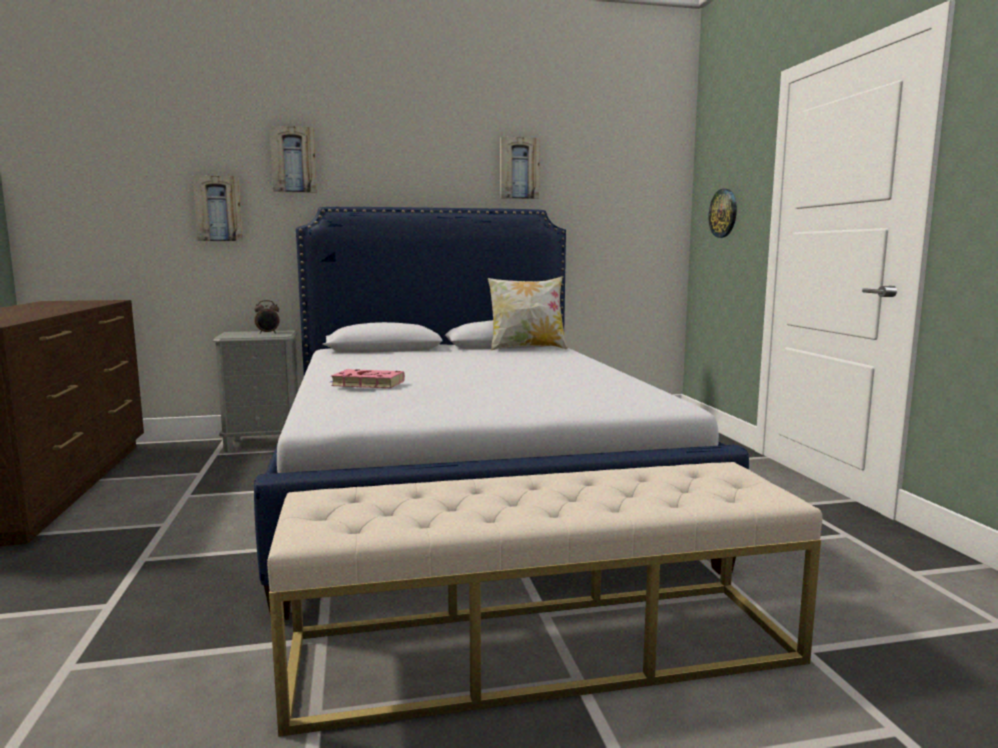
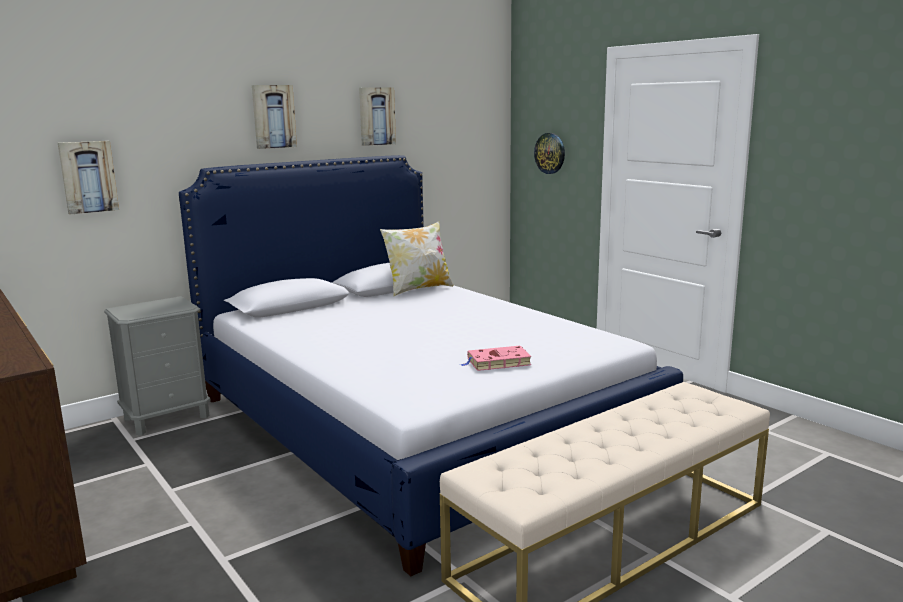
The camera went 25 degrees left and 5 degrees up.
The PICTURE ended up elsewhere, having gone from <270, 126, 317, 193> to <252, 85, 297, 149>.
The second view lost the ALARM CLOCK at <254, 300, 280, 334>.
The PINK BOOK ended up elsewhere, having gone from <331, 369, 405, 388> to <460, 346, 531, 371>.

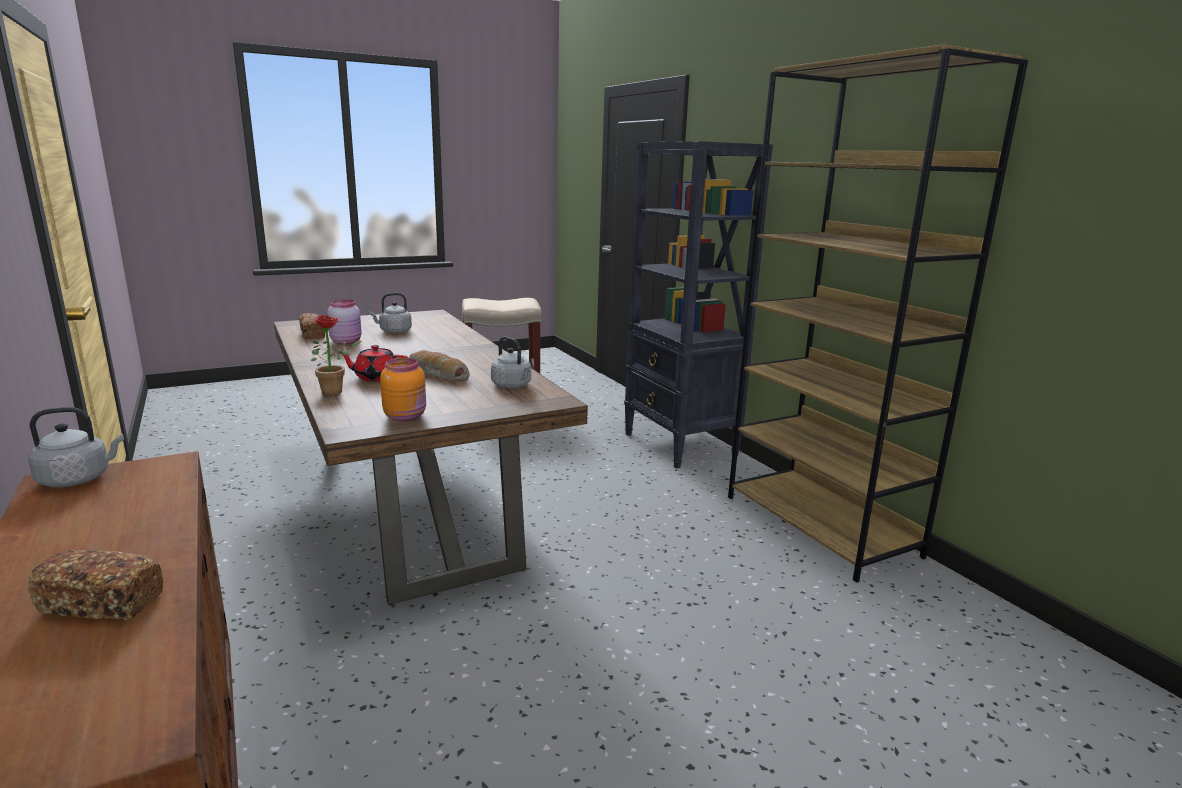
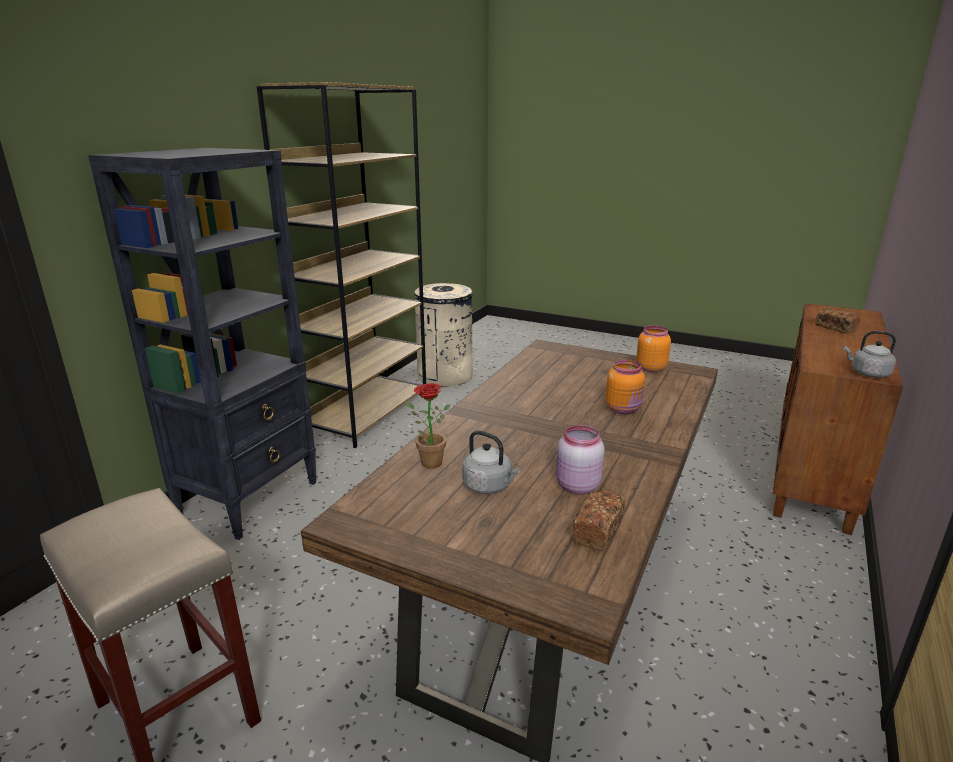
The camera went 125 degrees left and 5 degrees up.
The POTTED PLANT ended up elsewhere, having gone from <311, 315, 361, 396> to <406, 383, 450, 469>.
The second view lost the GREY KETTLE at <491, 336, 532, 388>.
Where the RED TEAPOT stood at <338, 345, 408, 382>, the ORANGE JAR came to stand at <605, 360, 645, 414>.
The second view lost the BREAD at <409, 350, 470, 381>.
The second view gained the BEIGE TRASH CAN at <414, 283, 473, 387>.

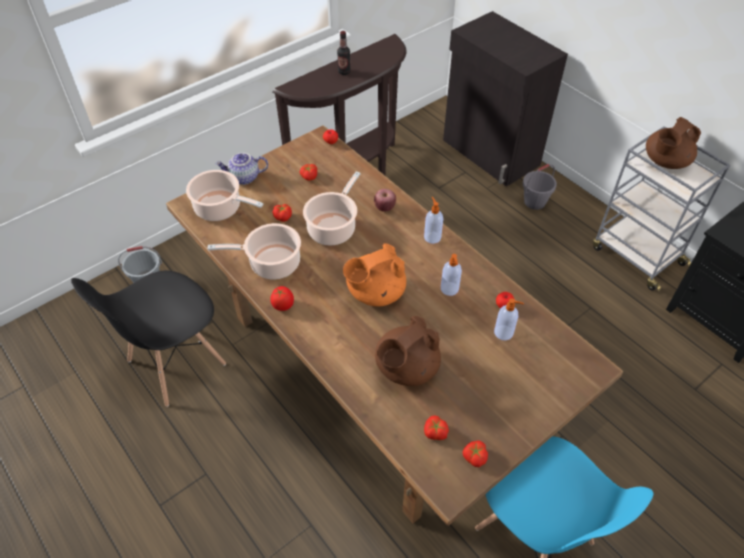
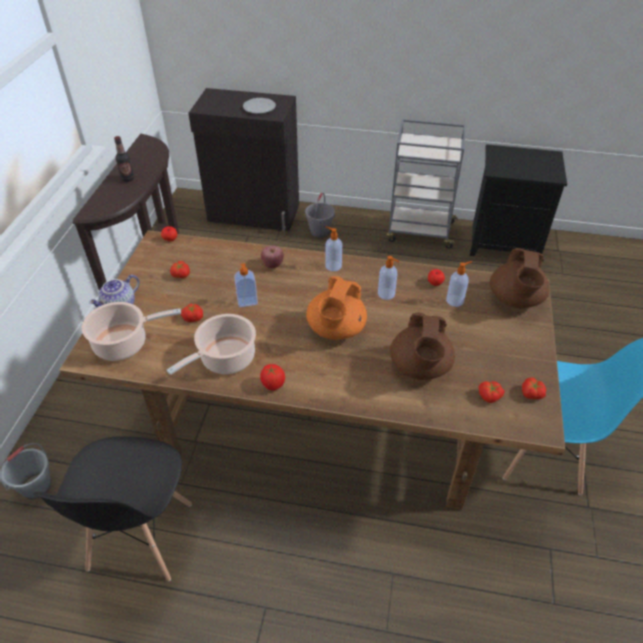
The camera went 40 degrees left and 5 degrees down.
The BROWN TEAPOT ended up elsewhere, having gone from <646, 117, 701, 169> to <490, 248, 550, 308>.
Where the COOKING POT stood at <303, 171, 361, 245>, the SOAP DISPENSER came to stand at <234, 263, 258, 307>.
The second view gained the PLATE at <243, 98, 276, 114>.

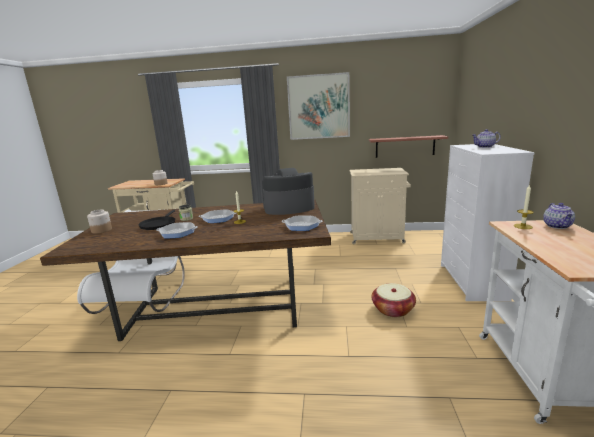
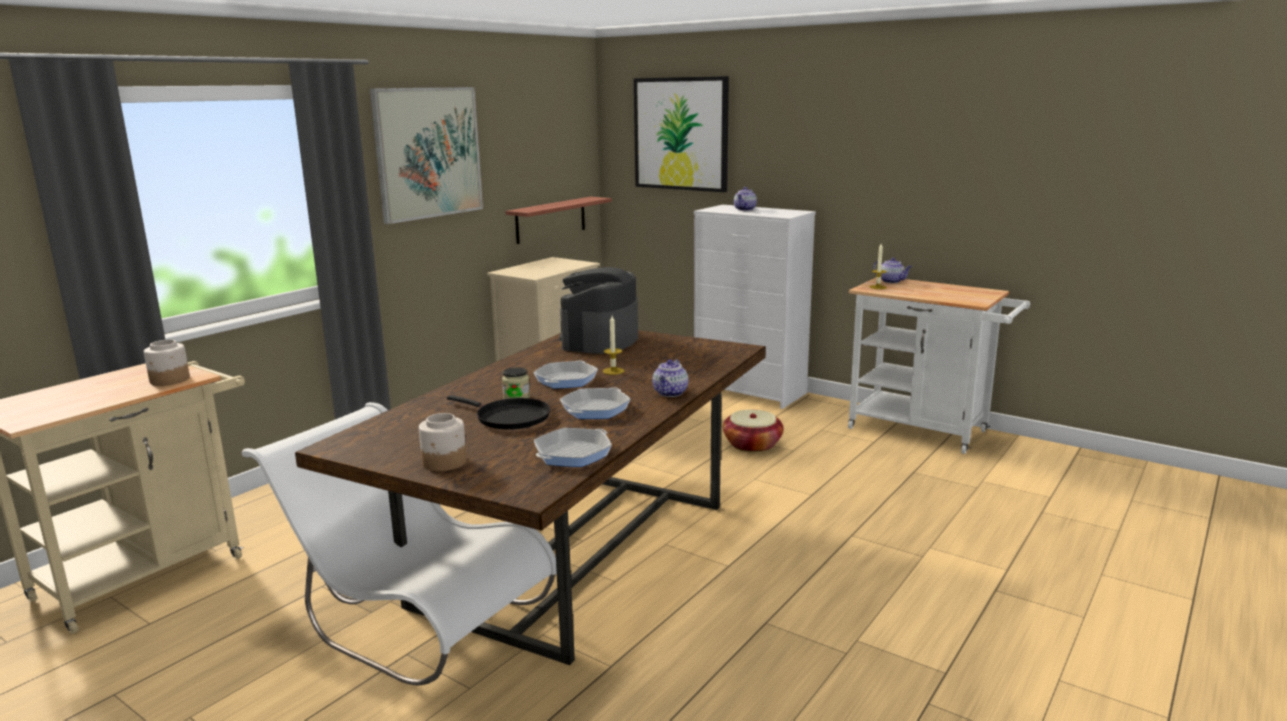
The camera went 60 degrees left and 0 degrees up.
The FRYING PAN ended up elsewhere, having gone from <282, 216, 322, 231> to <534, 428, 612, 467>.
The second view gained the PICTURE at <634, 76, 729, 192>.
The second view gained the TEAPOT at <652, 359, 688, 397>.

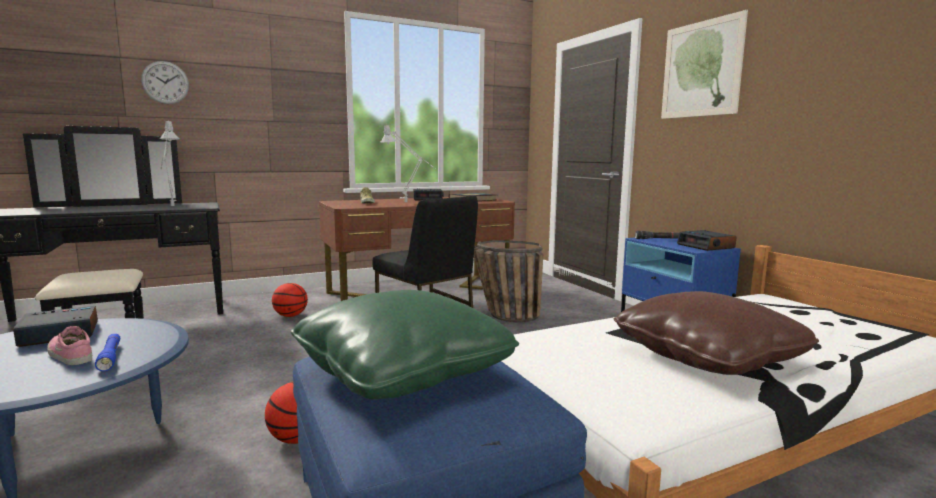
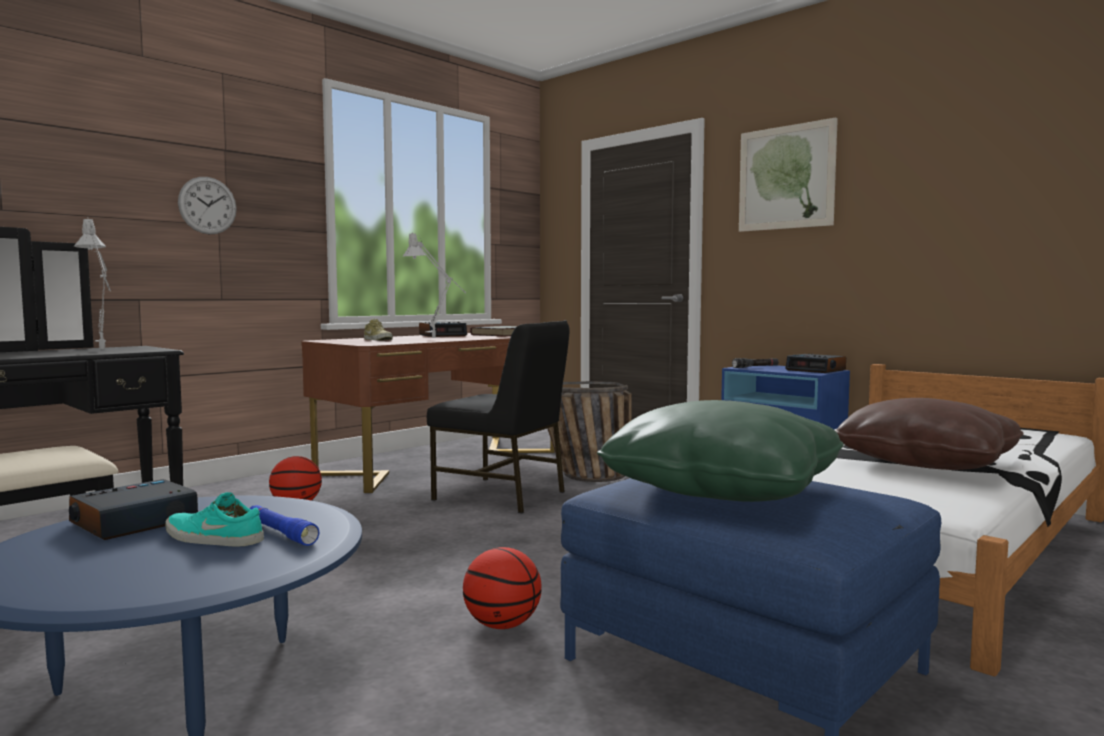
The camera went 20 degrees left and 5 degrees down.
The WALL CLOCK ended up elsewhere, having gone from <141, 61, 189, 104> to <178, 177, 237, 234>.
What was the PINK SHOE at <47, 326, 92, 365> turned into the TURQUOISE SHOE at <165, 492, 264, 547>.

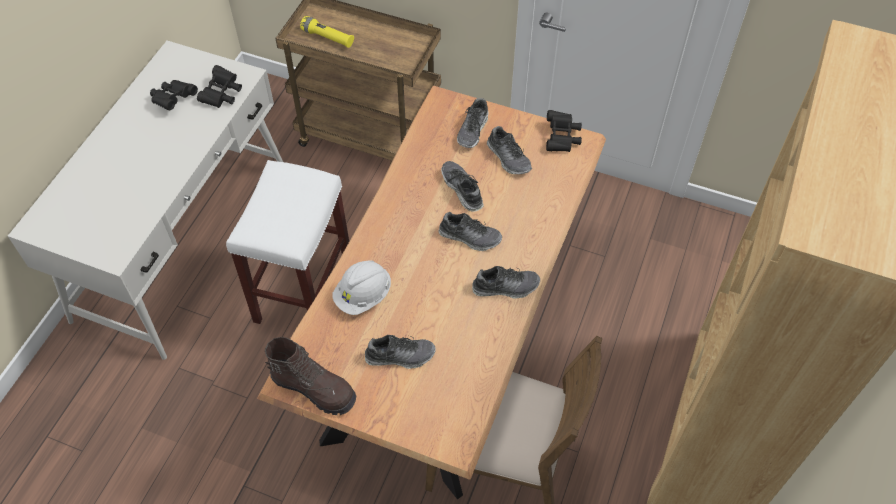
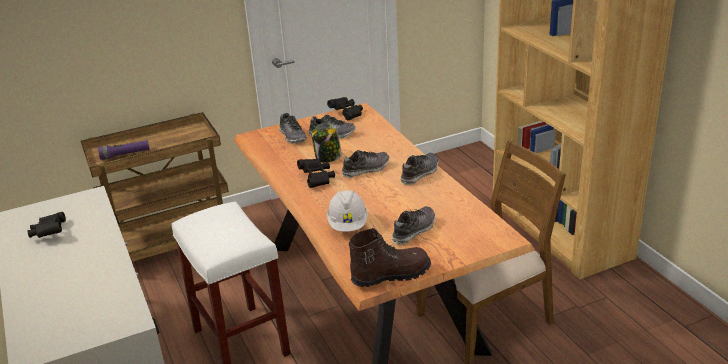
The camera went 45 degrees left and 25 degrees down.
What was the YELLOW FLASHLIGHT at <300, 16, 354, 48> turned into the PURPLE FLASHLIGHT at <98, 140, 150, 160>.
The BLACK BINOCULARS ended up elsewhere, having gone from <197, 65, 242, 108> to <297, 159, 335, 188>.
Where the SHOE stood at <441, 161, 484, 212>, the JAR came to stand at <311, 123, 342, 163>.

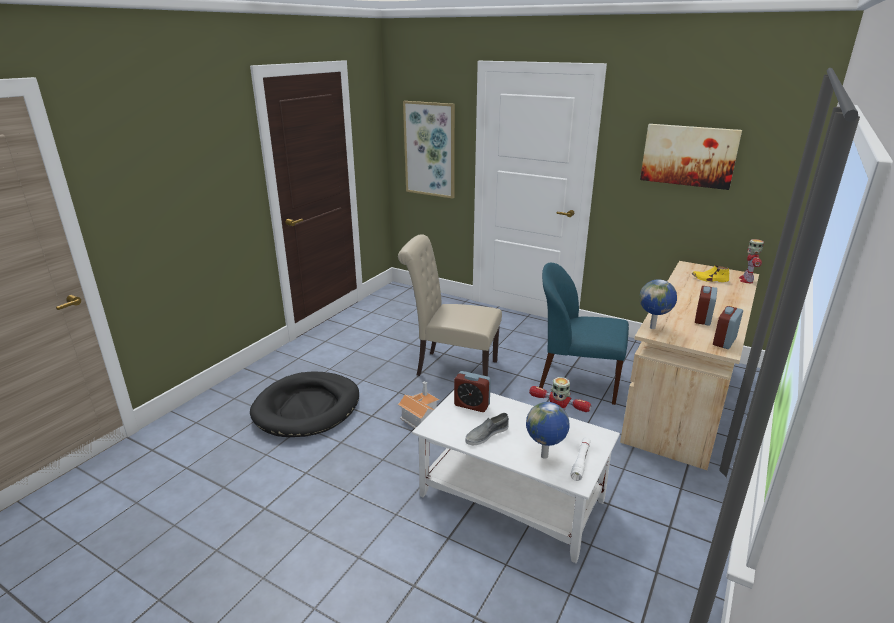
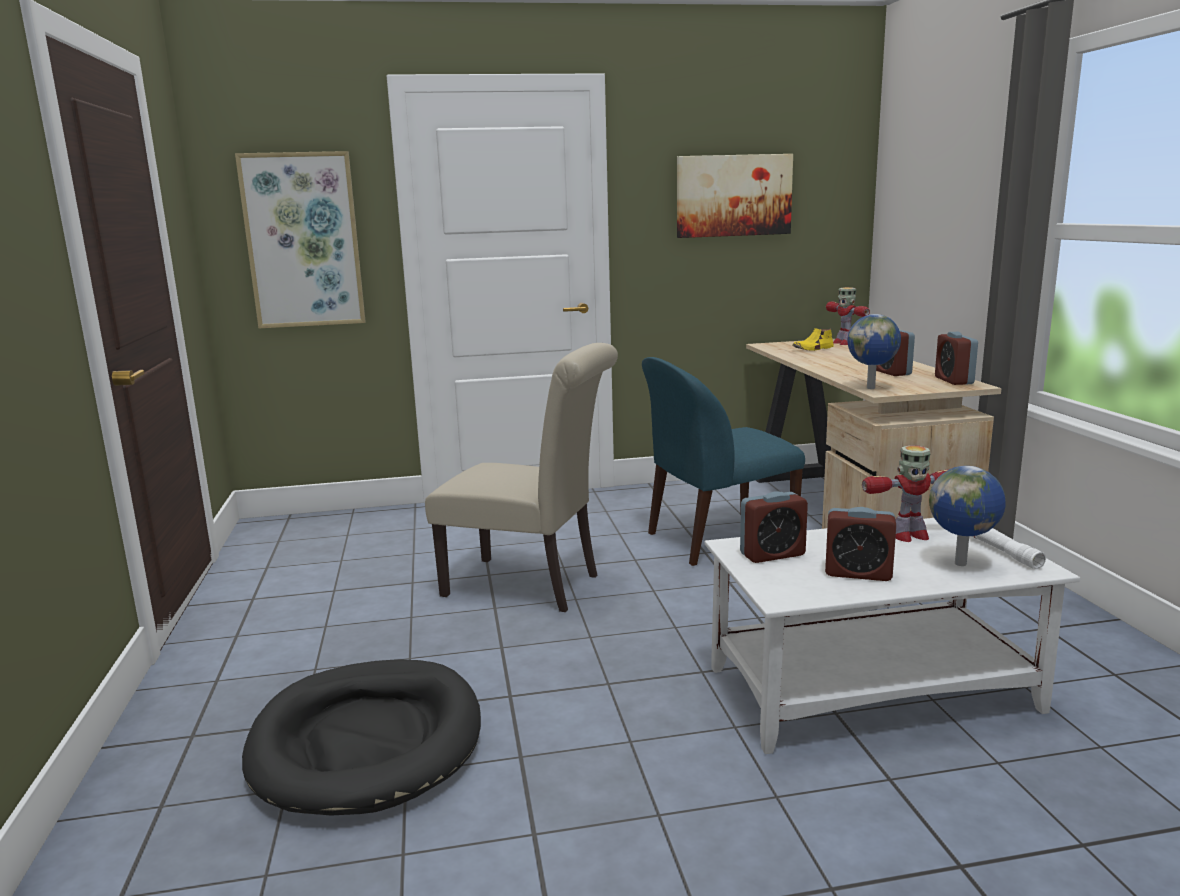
The camera went 40 degrees left and 10 degrees down.
The BEIGE CHAIR at <398, 234, 502, 377> ended up facing another way, 135 degrees counterclockwise from before.
The second view lost the TOY HOUSE at <397, 381, 439, 428>.
Where the GREY SHOE stood at <465, 413, 509, 445>, the ALARM CLOCK came to stand at <825, 507, 896, 581>.

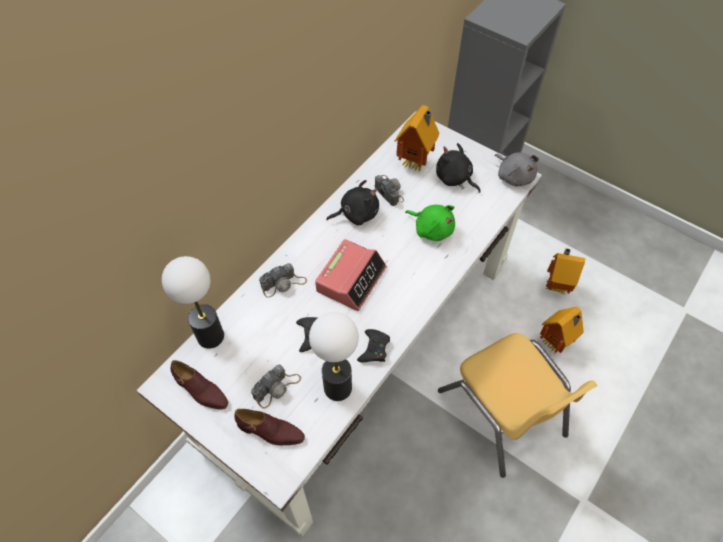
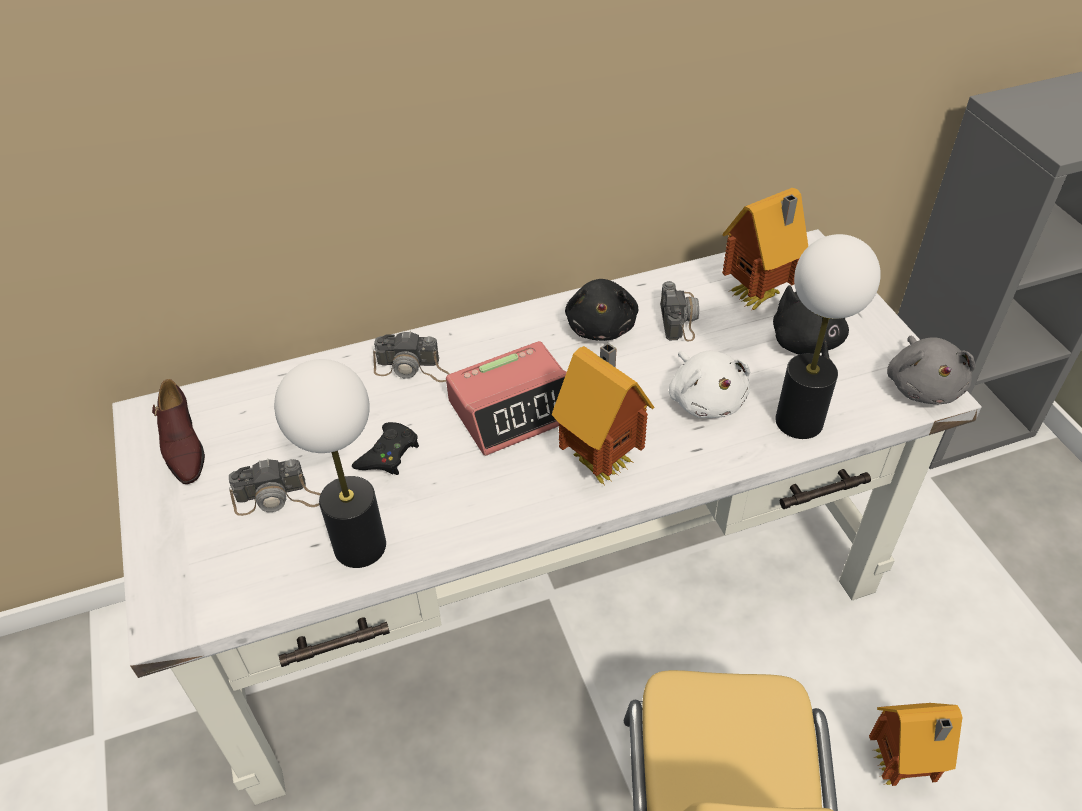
The camera went 35 degrees right and 10 degrees down.
The BLACK PLUSH TOY at <326, 180, 379, 225> ended up facing another way, 75 degrees clockwise from before.
What was the GREEN PLUSH TOY at <405, 205, 455, 241> turned into the WHITE PLUSH TOY at <669, 351, 750, 418>.
The TOY HOUSE ended up elsewhere, having gone from <546, 248, 585, 294> to <552, 343, 654, 485>.
The TABLE LAMP ended up elsewhere, having gone from <162, 256, 224, 349> to <775, 234, 881, 439>.
The second view lost the BLACK GAME CONTROLLER at <357, 329, 390, 362>.
The second view lost the BROWN SHOE at <234, 409, 305, 445>.

